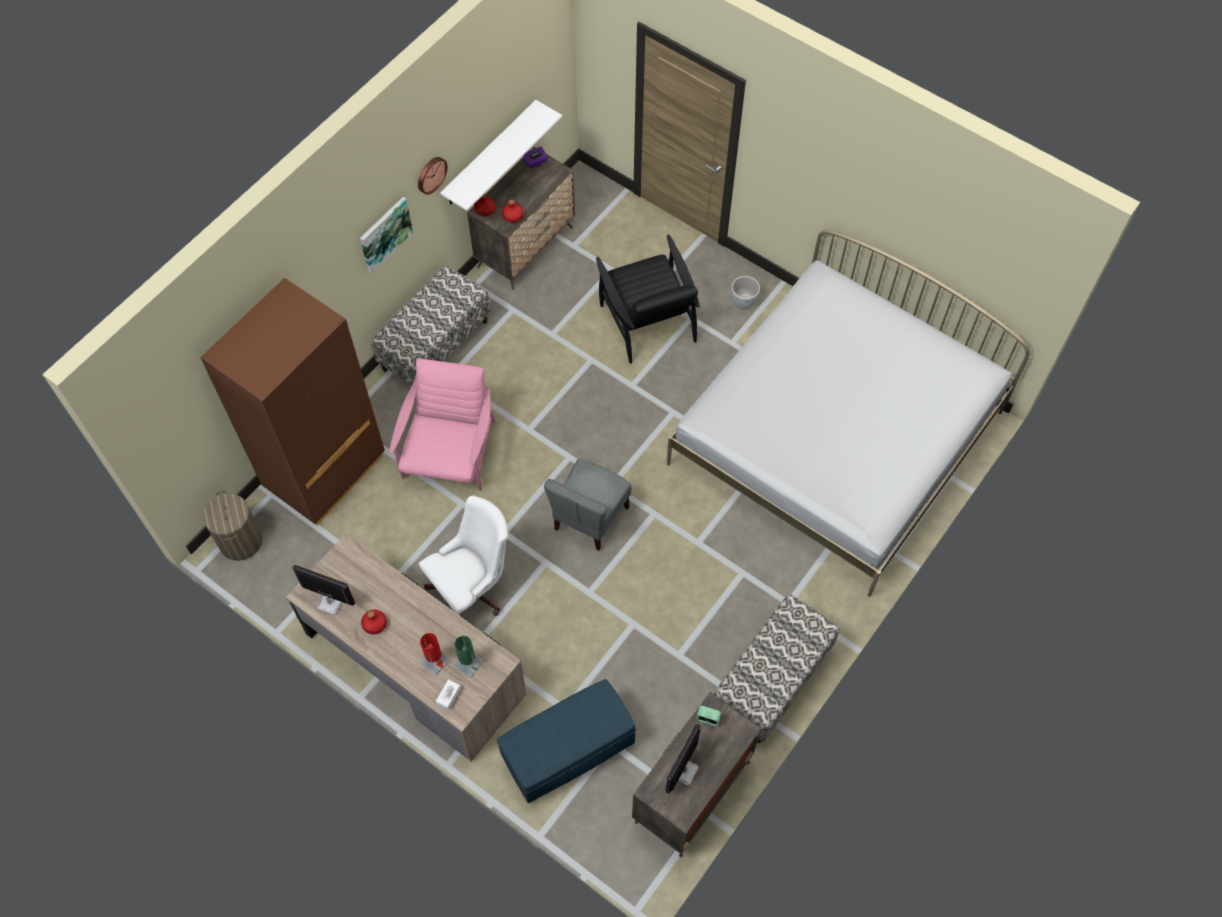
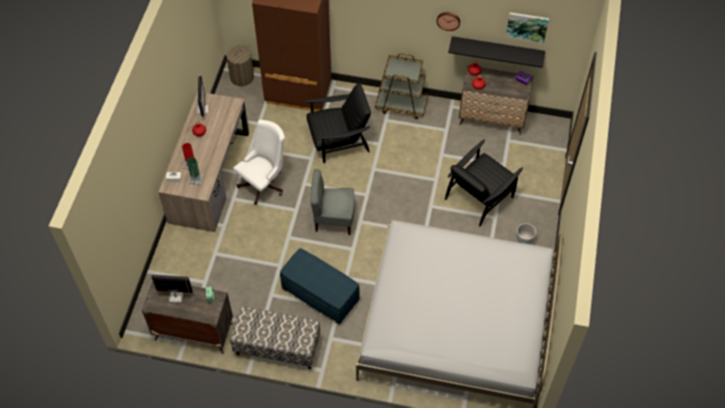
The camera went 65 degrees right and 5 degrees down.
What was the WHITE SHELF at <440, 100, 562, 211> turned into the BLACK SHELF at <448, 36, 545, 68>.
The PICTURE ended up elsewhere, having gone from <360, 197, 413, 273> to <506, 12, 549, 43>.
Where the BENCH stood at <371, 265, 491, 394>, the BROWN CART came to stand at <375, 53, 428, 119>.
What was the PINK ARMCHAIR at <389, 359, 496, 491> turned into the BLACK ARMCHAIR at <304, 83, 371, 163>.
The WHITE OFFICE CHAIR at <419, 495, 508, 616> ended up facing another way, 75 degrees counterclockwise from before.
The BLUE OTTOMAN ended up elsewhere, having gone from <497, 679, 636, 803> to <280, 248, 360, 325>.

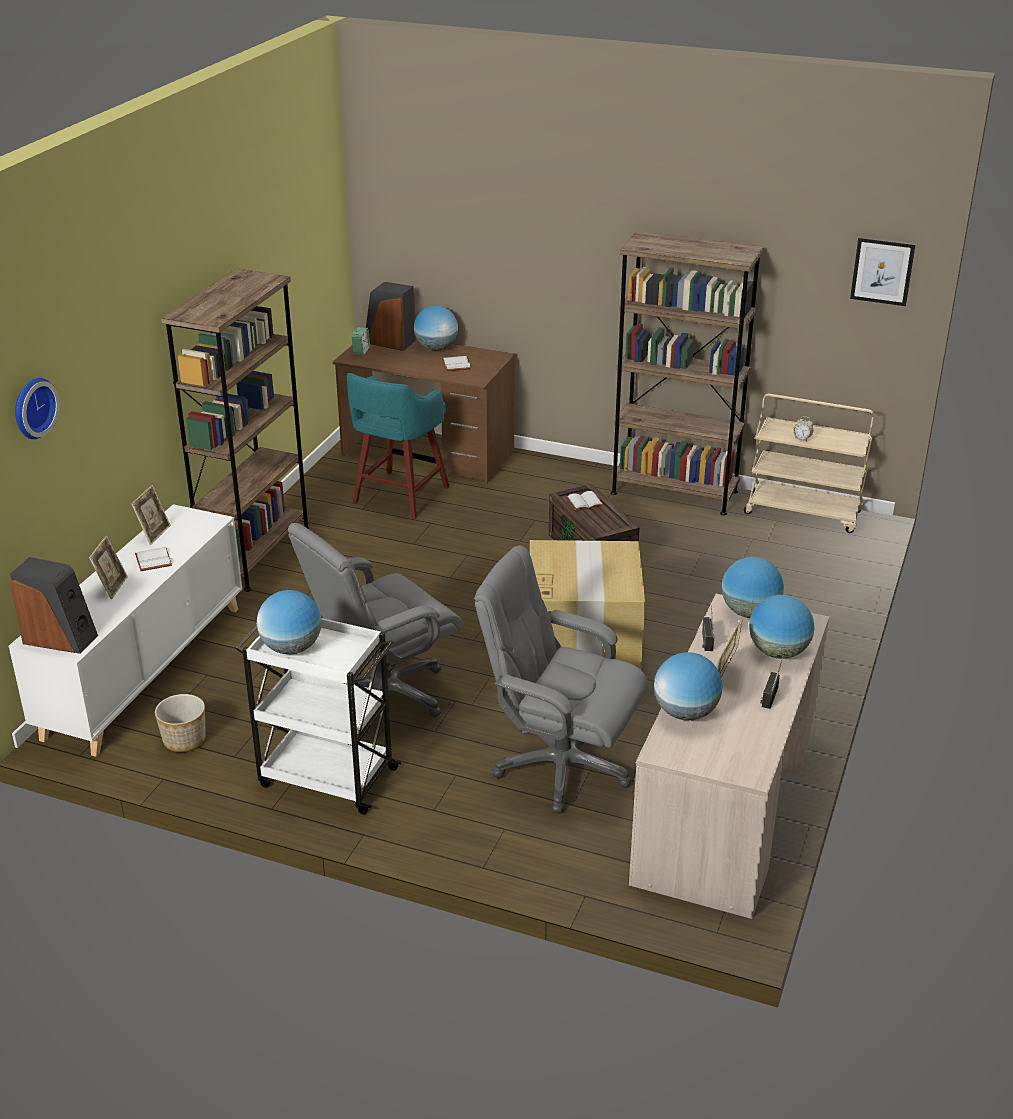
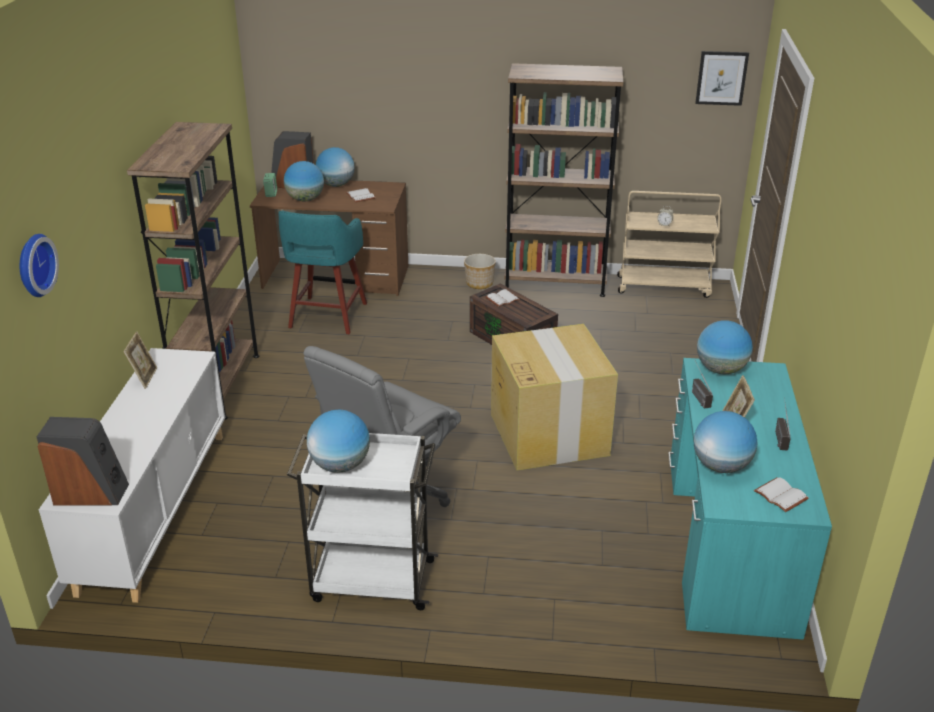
The camera went 15 degrees left and 0 degrees up.
The second view lost the PICTURE FRAME at <89, 536, 128, 599>.
The second view lost the GREY OFFICE CHAIR at <474, 545, 648, 813>.
The WHITE BOOK ended up elsewhere, having gone from <135, 547, 172, 571> to <754, 477, 809, 512>.
What was the BEIGE DESK at <629, 594, 829, 919> turned into the TURQUOISE DESK at <669, 358, 832, 640>.
The GLOBE ended up elsewhere, having gone from <749, 595, 814, 659> to <284, 161, 324, 202>.
The PLANTER ended up elsewhere, having gone from <155, 694, 206, 752> to <464, 254, 496, 289>.

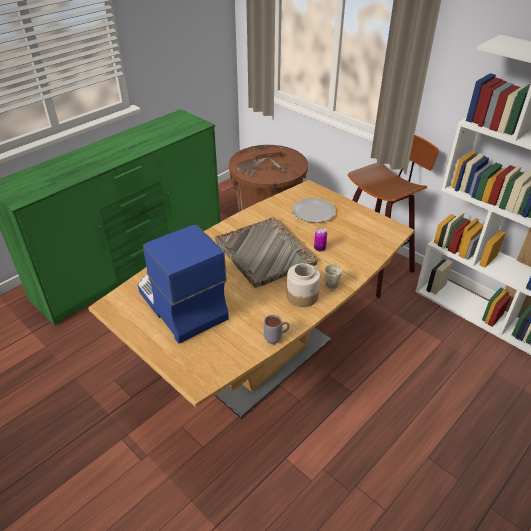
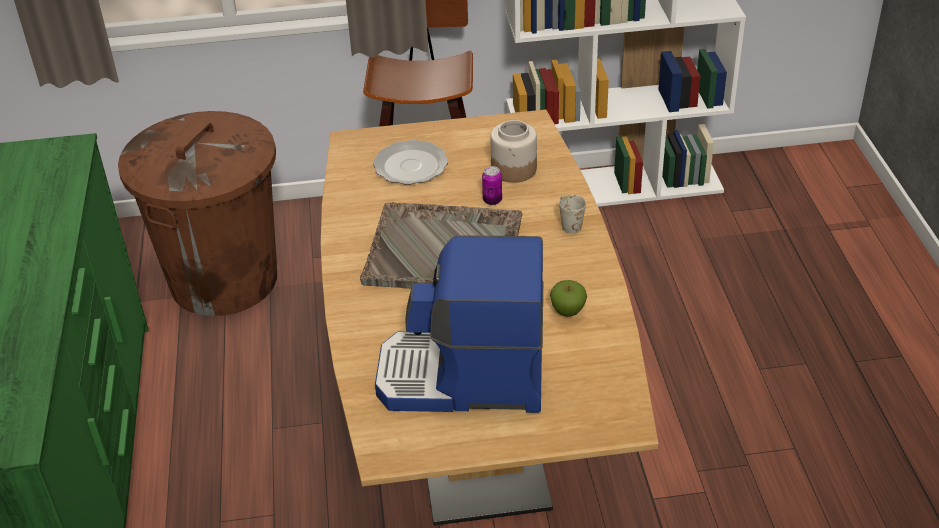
The camera went 50 degrees left and 0 degrees up.
The JAR ended up elsewhere, having gone from <286, 263, 320, 307> to <490, 120, 537, 183>.
The second view lost the GREY MUG at <264, 315, 289, 344>.
The second view gained the APPLE at <550, 280, 587, 317>.

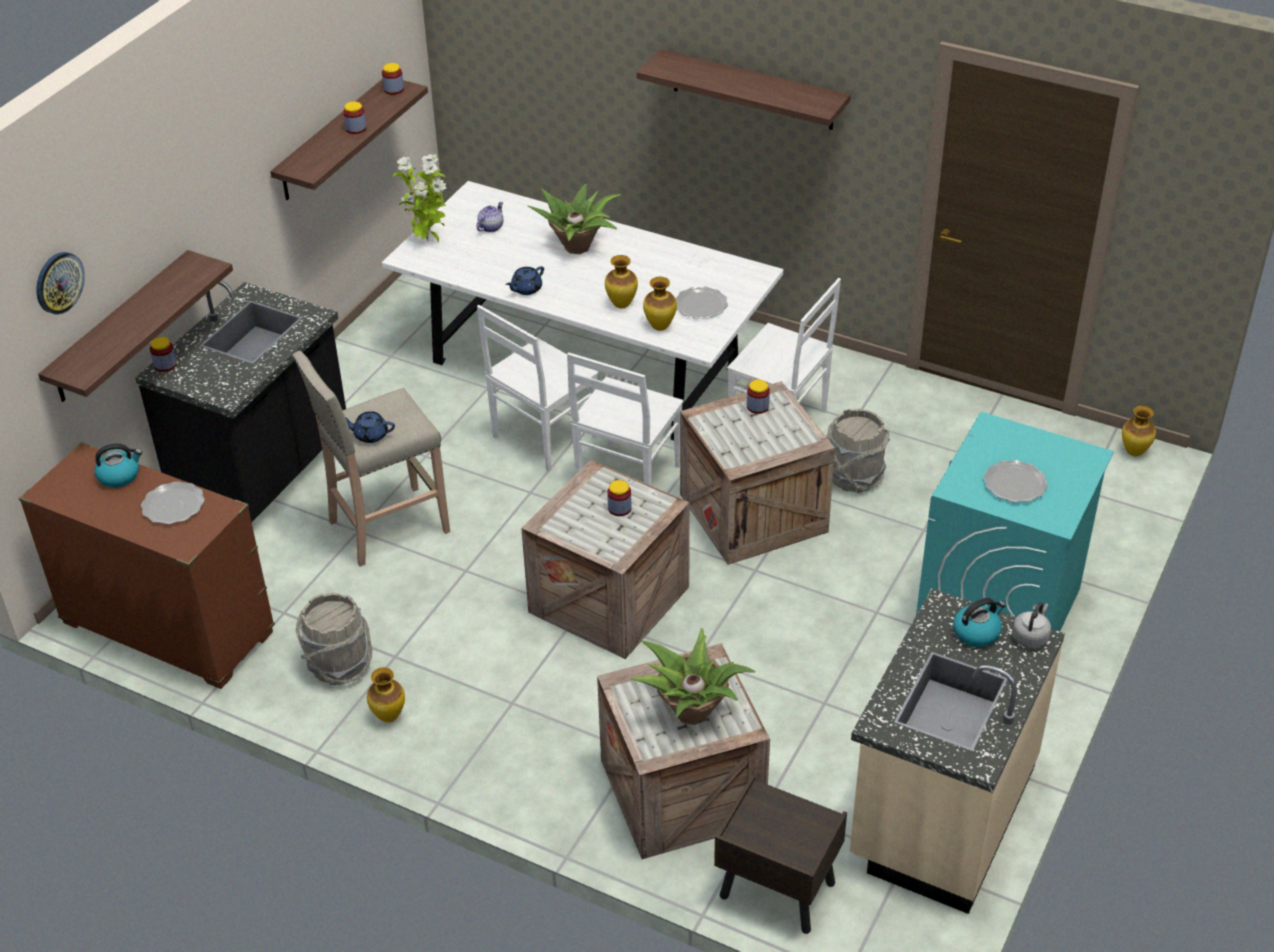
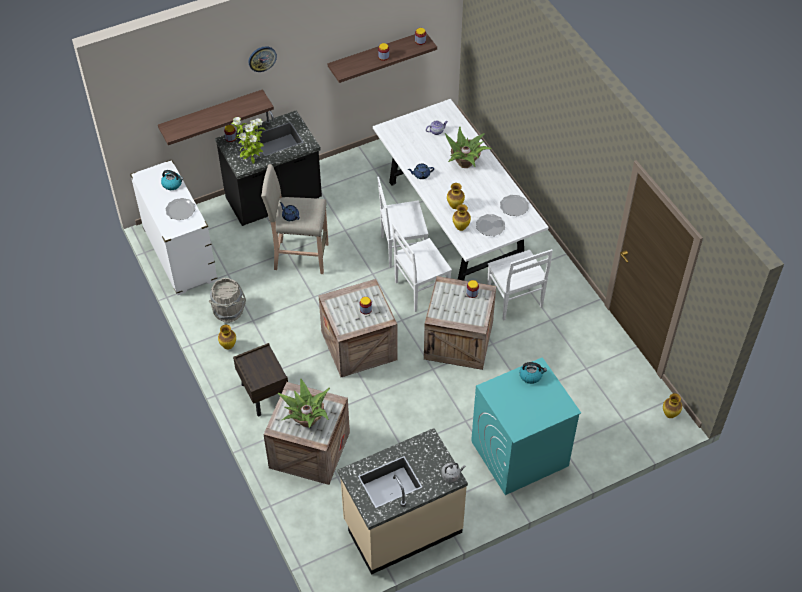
The camera went 35 degrees right and 10 degrees up.
The second view lost the SHELF at <637, 49, 851, 130>.
The POTTED PLANT ended up elsewhere, having gone from <392, 154, 446, 242> to <232, 117, 266, 164>.
The WALL CLOCK ended up elsewhere, having gone from <36, 252, 85, 314> to <249, 46, 277, 72>.
The second view lost the GREY BUCKET at <826, 409, 890, 493>.
What was the BROWN DRESSER at <19, 442, 275, 689> turned into the WHITE DRESSER at <130, 160, 217, 295>.
The PLATE ended up elsewhere, having gone from <983, 460, 1048, 503> to <500, 195, 529, 216>.
The KETTLE ended up elsewhere, having gone from <953, 598, 1006, 647> to <519, 362, 547, 384>.
The BROWN NIGHTSTAND ended up elsewhere, having gone from <714, 775, 847, 934> to <233, 343, 288, 416>.

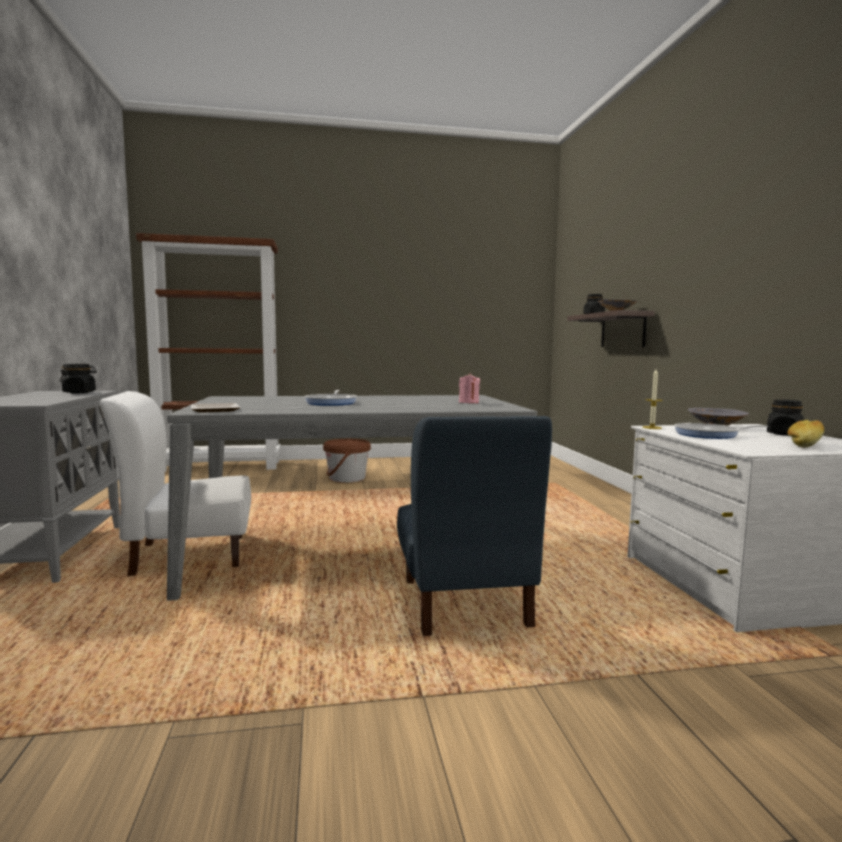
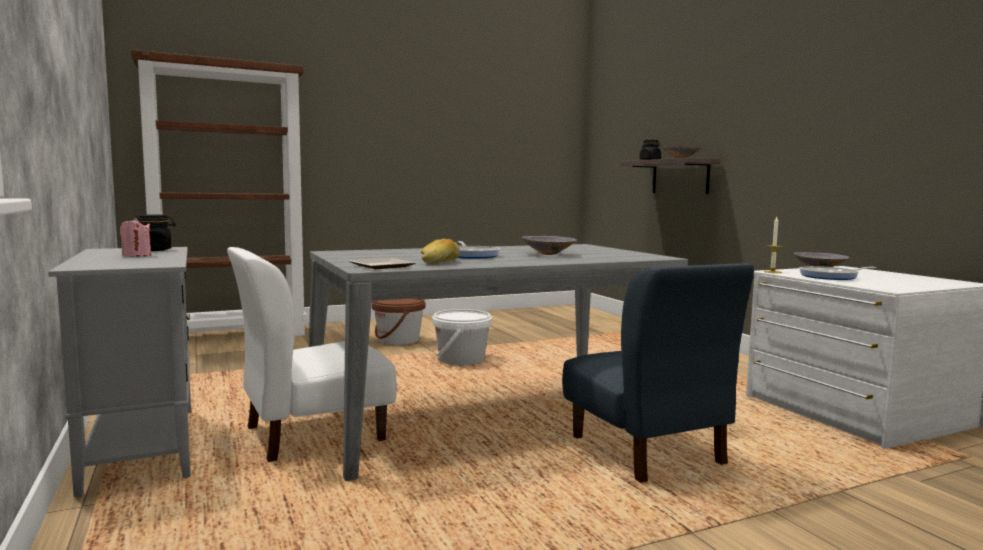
The camera went 15 degrees left and 0 degrees up.
The PINK CANDLE ended up elsewhere, having gone from <459, 373, 480, 403> to <120, 218, 151, 257>.
The second view lost the BLACK JAR at <767, 399, 804, 436>.
The BREAD ended up elsewhere, having gone from <787, 420, 824, 447> to <421, 239, 460, 265>.
The second view gained the GREY BOWL at <522, 236, 577, 255>.
The second view gained the WHITE BUCKET at <432, 309, 492, 365>.

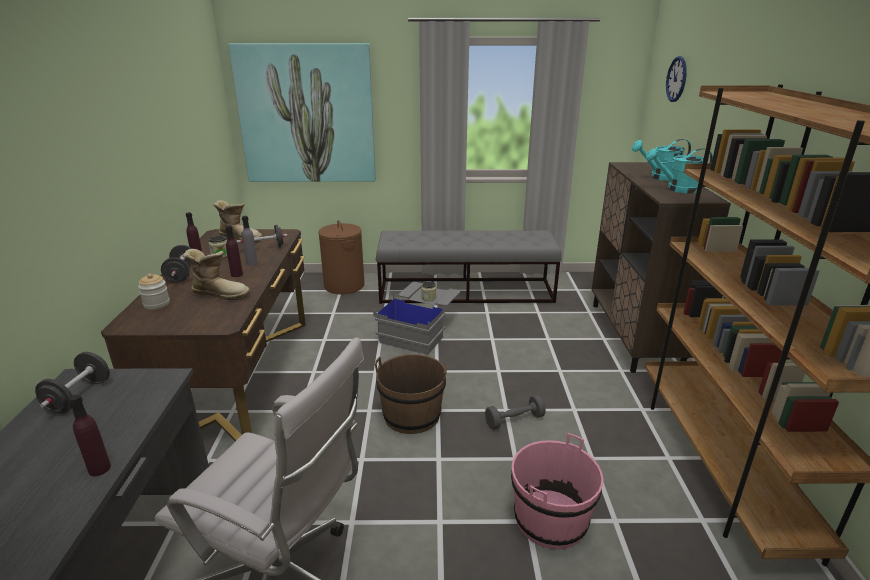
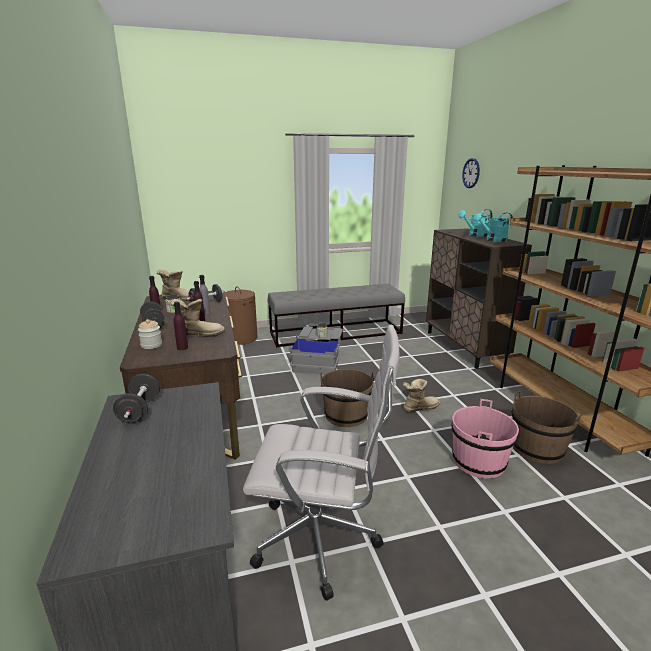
The camera went 15 degrees left and 5 degrees down.
The second view lost the PICTURE at <228, 43, 376, 182>.
The PURPLE BOTTLE ended up elsewhere, having gone from <69, 395, 111, 476> to <173, 302, 188, 350>.
Where the GREY DUMBBELL stood at <485, 395, 546, 430>, the BOOT came to stand at <403, 379, 440, 412>.
The second view gained the BROWN BUCKET at <512, 390, 582, 464>.

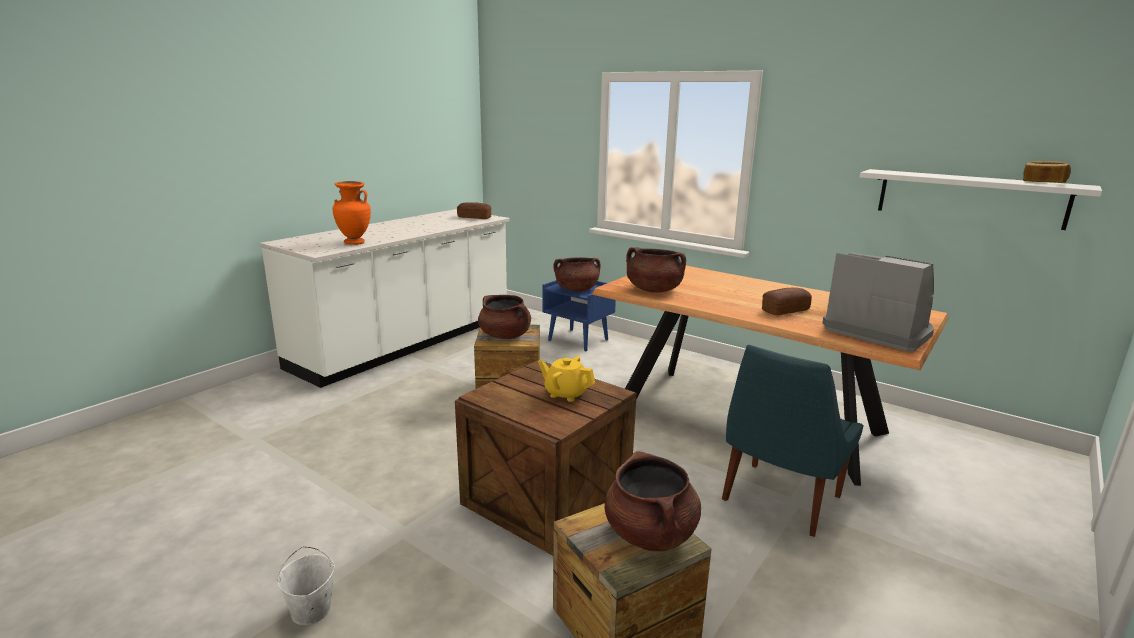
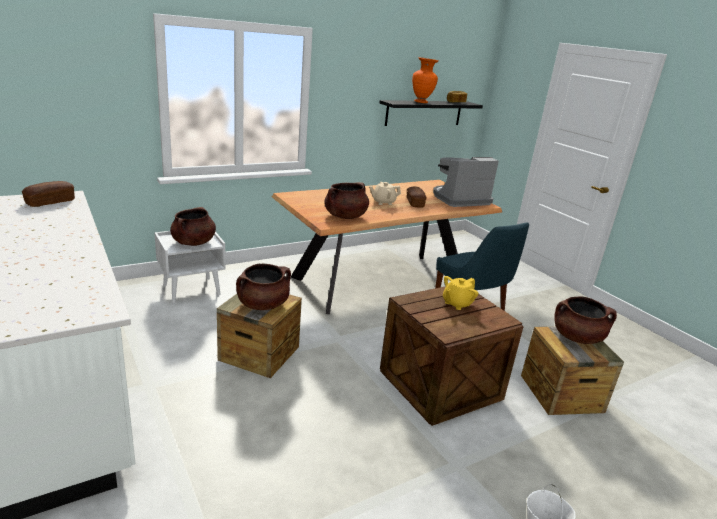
The camera went 70 degrees left and 5 degrees up.
What was the WHITE SHELF at <860, 169, 1102, 230> turned into the BLACK SHELF at <380, 100, 483, 126>.
The ORANGE VASE ended up elsewhere, having gone from <333, 181, 371, 245> to <412, 57, 439, 103>.
What was the BLUE NIGHTSTAND at <543, 280, 616, 351> turned into the WHITE NIGHTSTAND at <154, 231, 226, 303>.
The second view gained the BEIGE TEAPOT at <369, 182, 401, 205>.

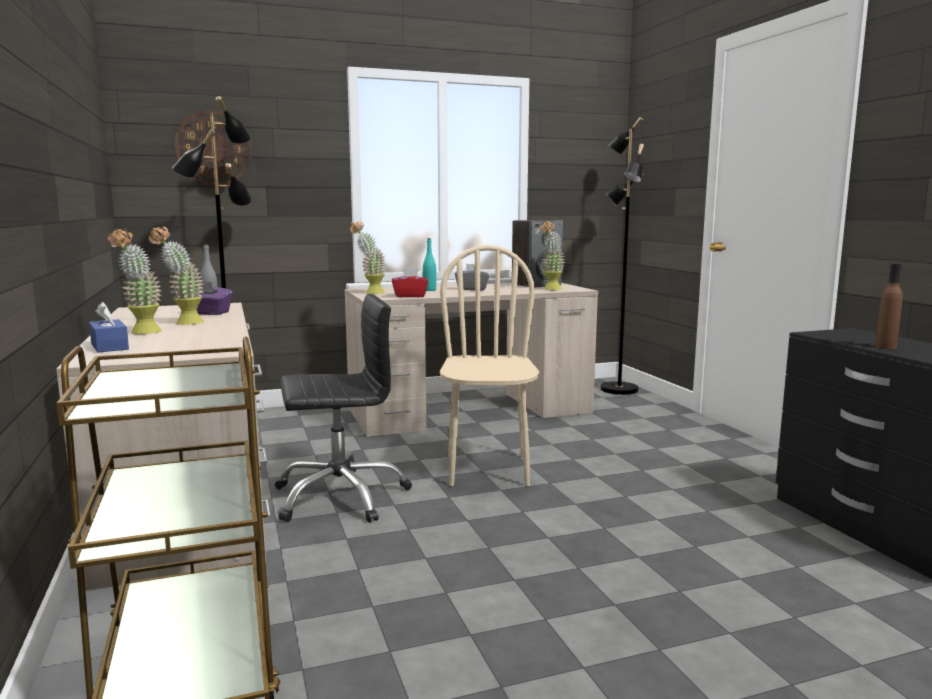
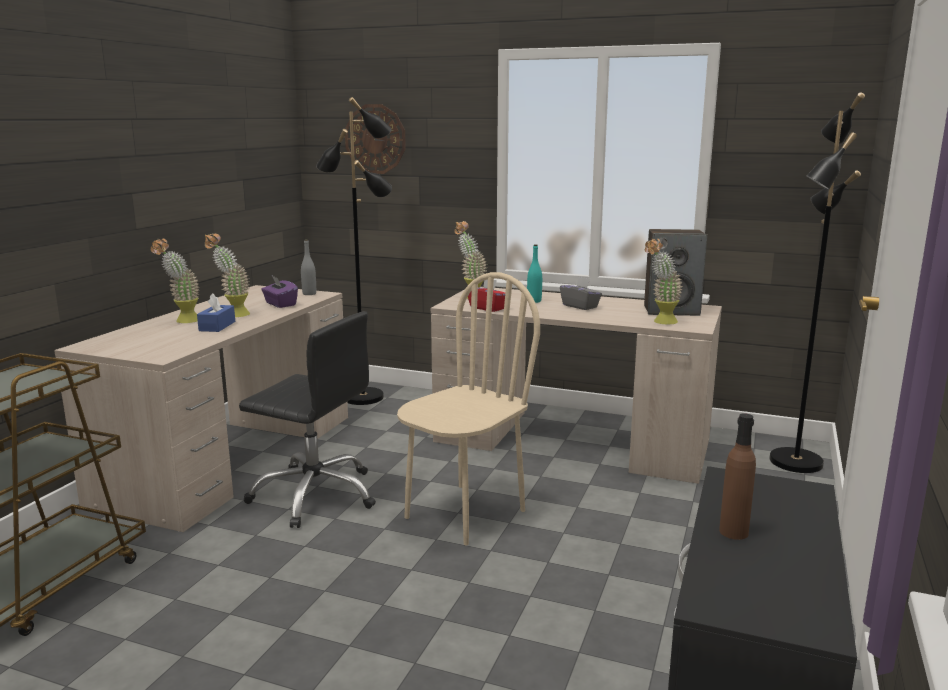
The camera went 40 degrees right and 5 degrees up.
The BLUE TISSUE BOX ended up elsewhere, having gone from <89, 302, 129, 353> to <197, 293, 235, 332>.

